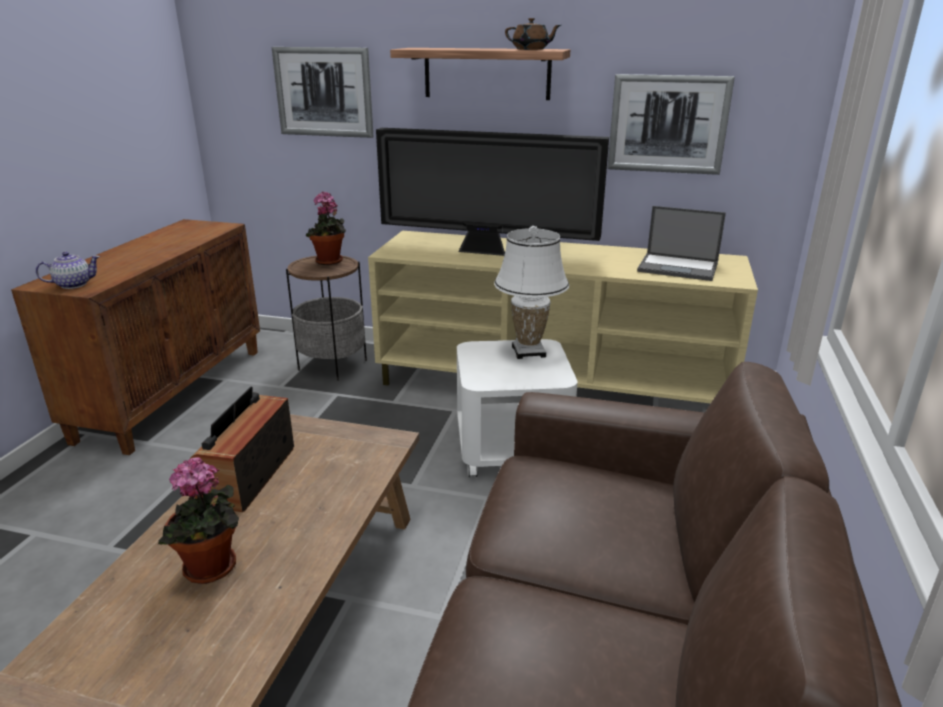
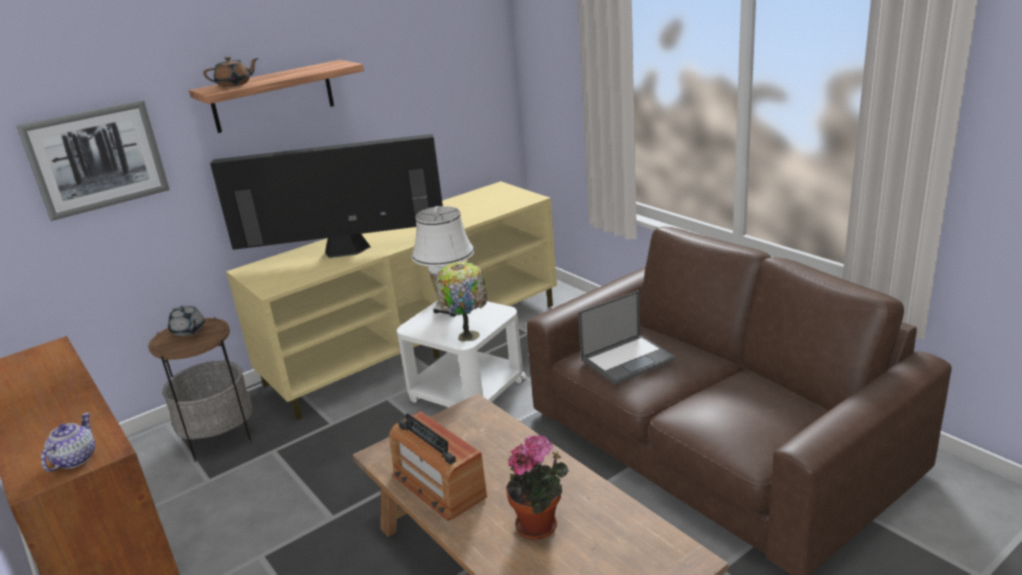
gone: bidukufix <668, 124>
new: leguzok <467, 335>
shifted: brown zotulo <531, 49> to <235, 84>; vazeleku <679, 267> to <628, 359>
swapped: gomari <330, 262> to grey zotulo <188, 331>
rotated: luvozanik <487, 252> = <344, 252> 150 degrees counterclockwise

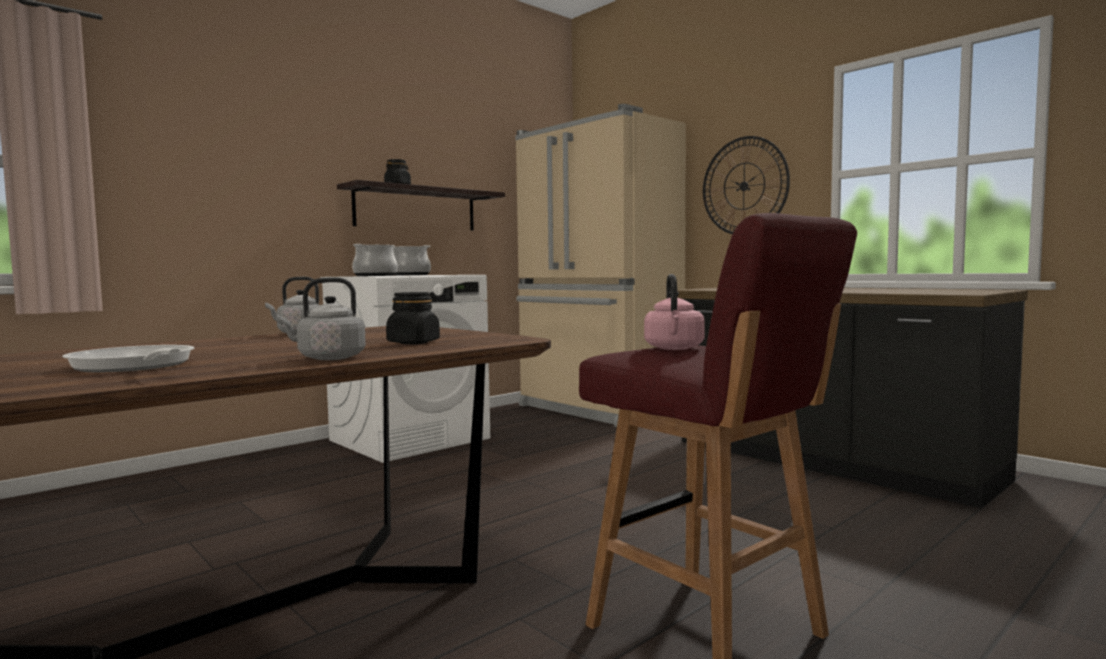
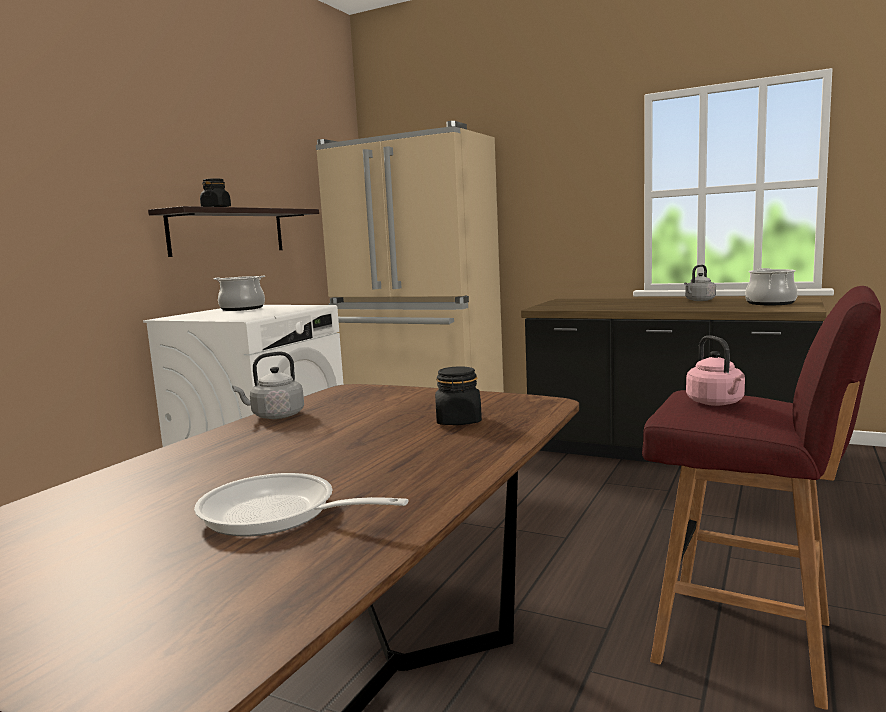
gone: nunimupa <744, 186>
shifted: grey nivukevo <327, 358> to <699, 300>; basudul <375, 275> to <770, 303>

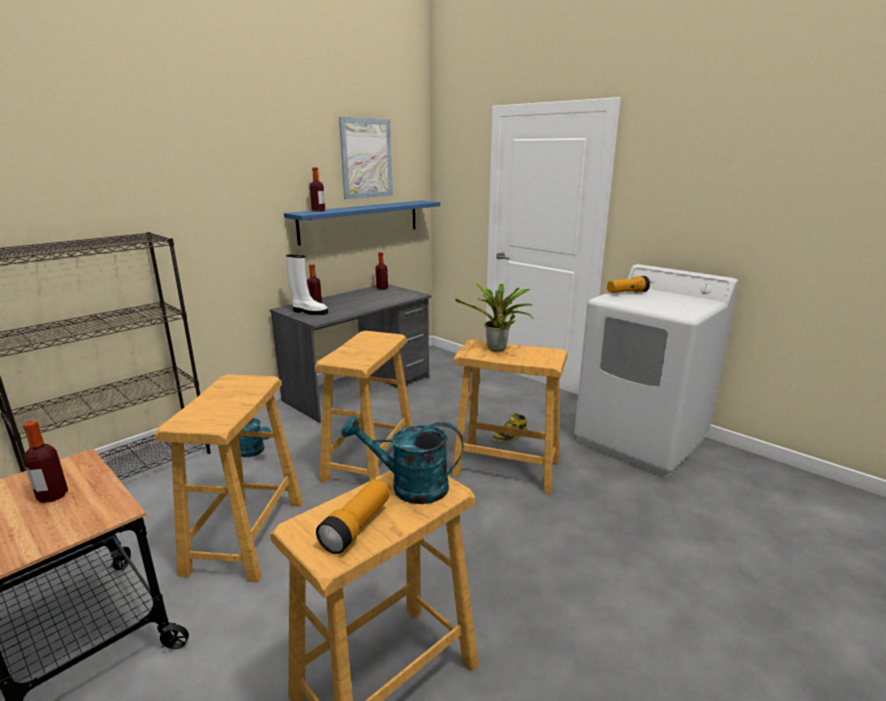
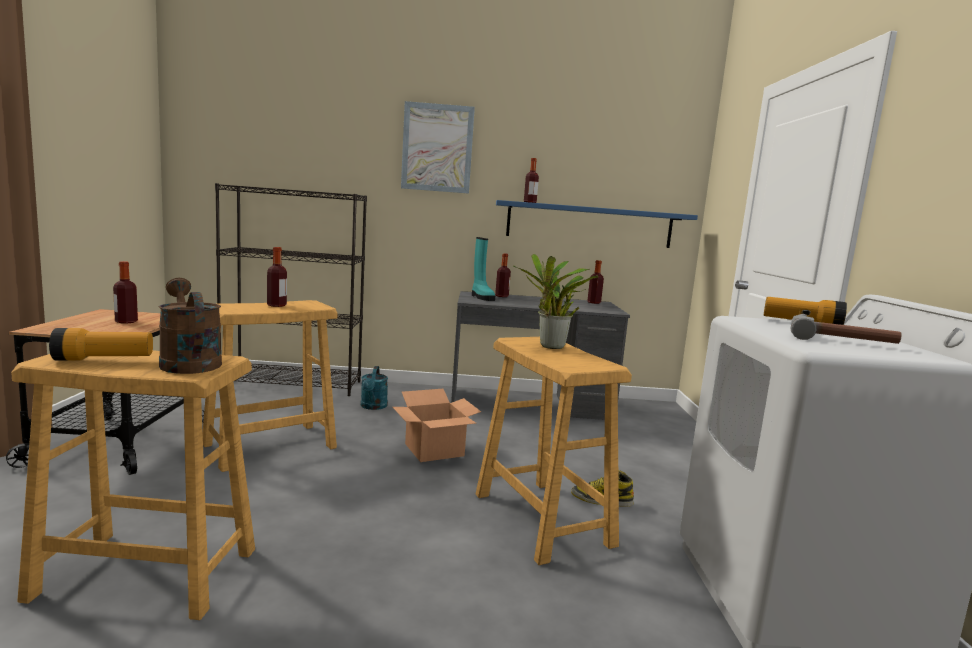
new: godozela <277, 305>; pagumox <839, 339>
shifted: bidukufix <366, 158> to <437, 148>
swapped: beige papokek <370, 460> to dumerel <435, 450>
repainted: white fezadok <309, 312> to turquoise fezadok <481, 297>; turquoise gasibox <409, 487> to brown gasibox <188, 362>

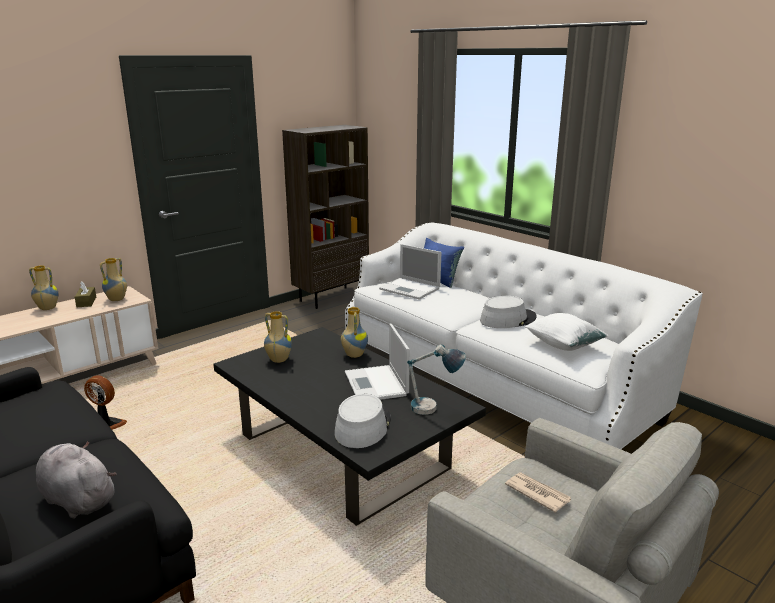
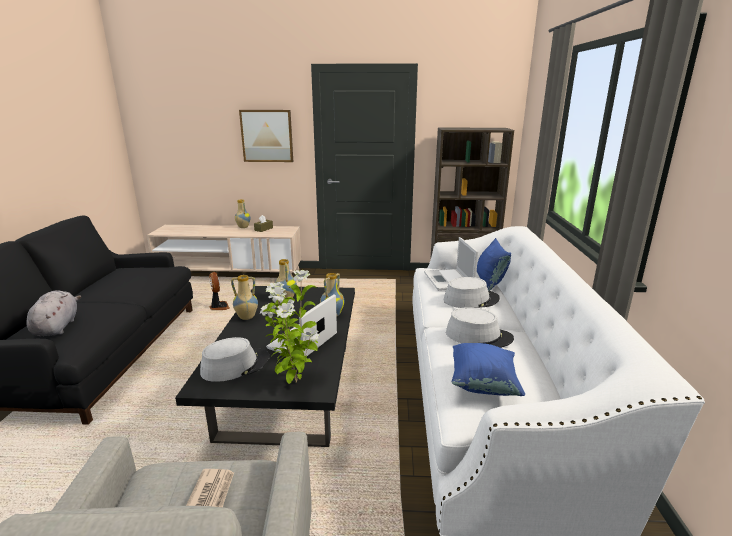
new: bidukufix <267, 136>; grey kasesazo <471, 300>
shifted: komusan <117, 299> to <246, 317>
swapped: leguzok <433, 411> to gomari <294, 382>
repainted: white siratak <563, 345> to blue siratak <483, 384>

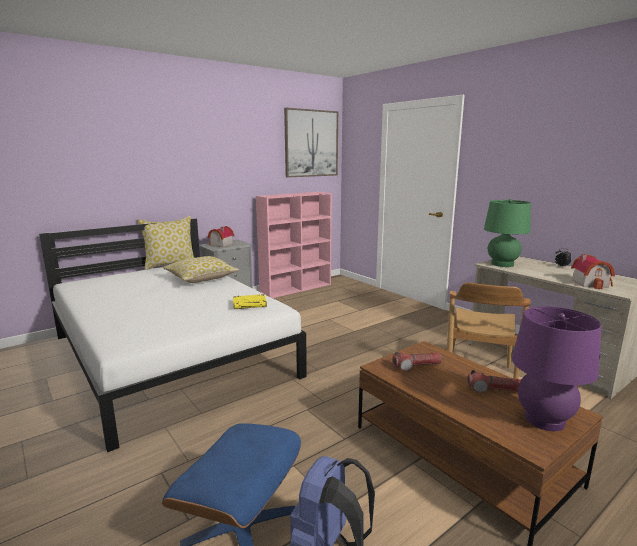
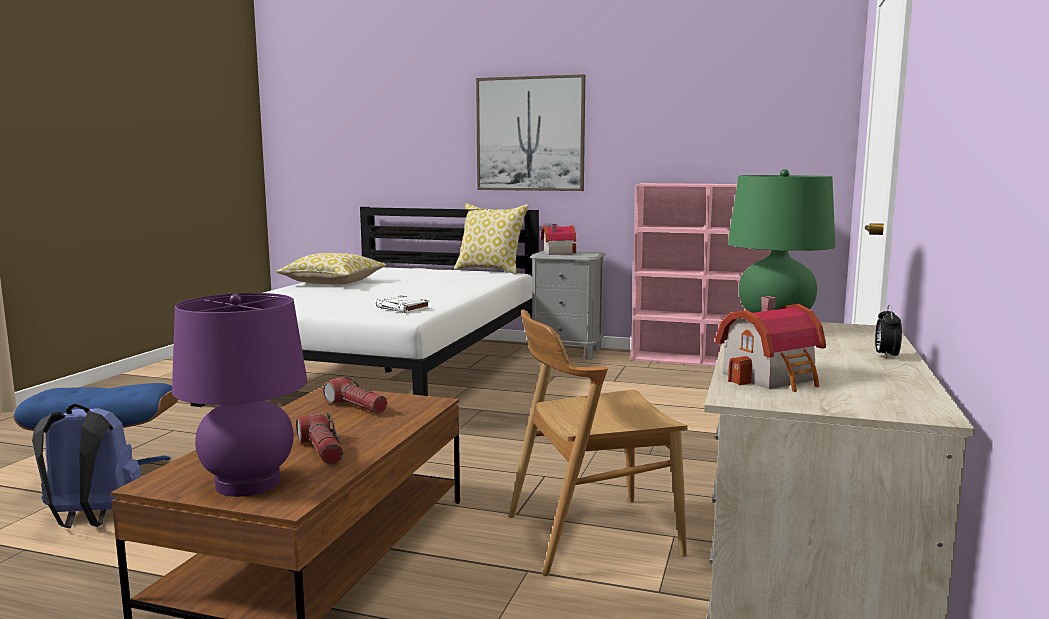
shifted: siratak <201, 278> to <333, 282>; bidukufix <311, 143> to <530, 134>
repainted: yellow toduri <250, 304> to white toduri <403, 308>

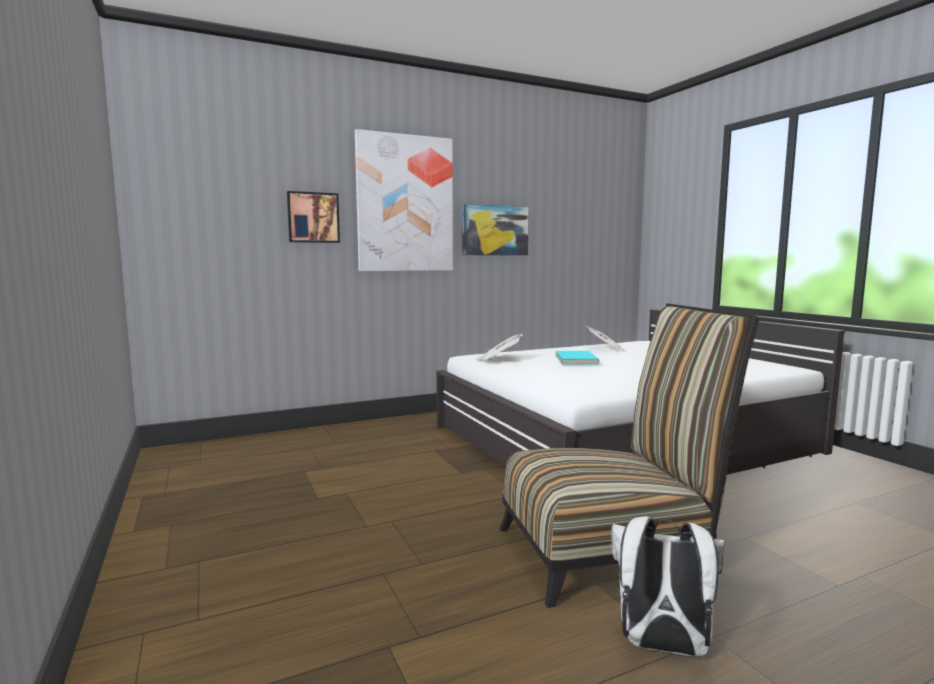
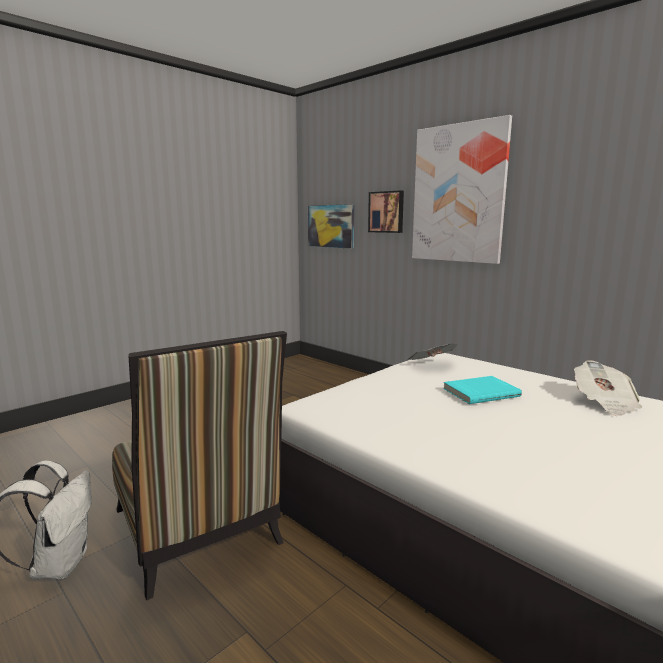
shifted: bidukufix <494, 230> to <331, 226>

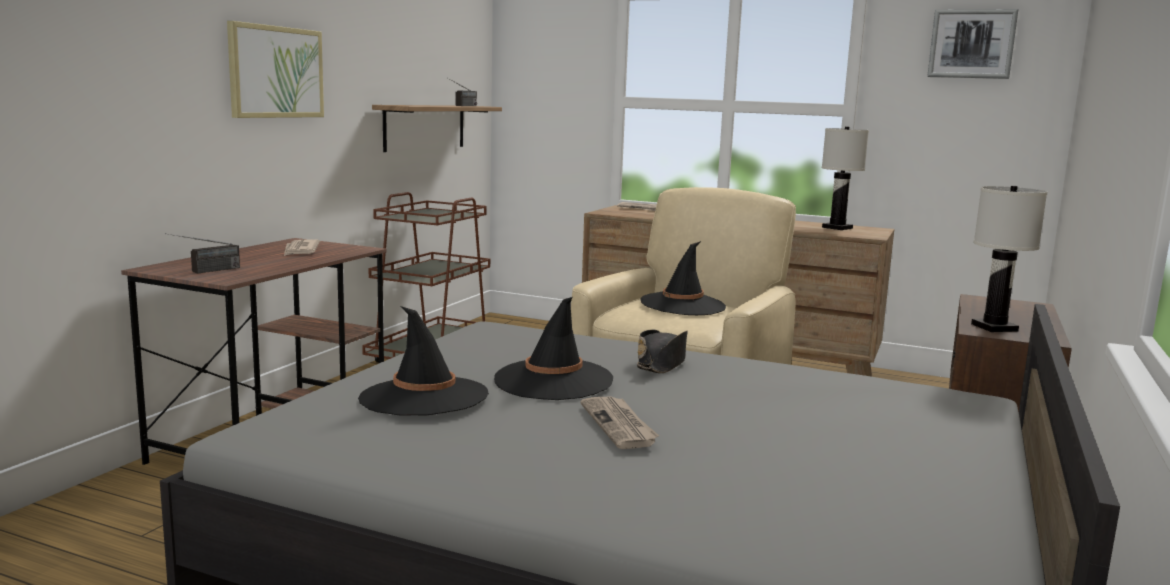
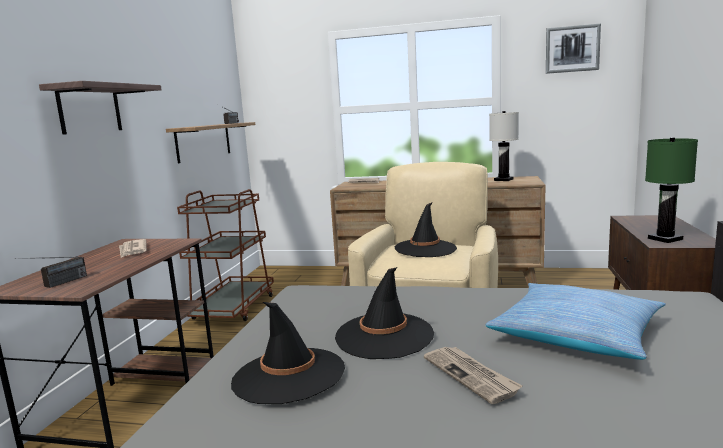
gone: black kasesazo <662, 363>
new: siratak <577, 333>
swapped: bidukufix <276, 72> to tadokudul <90, 109>
repainted: white leguzok <994, 328> to green leguzok <665, 239>

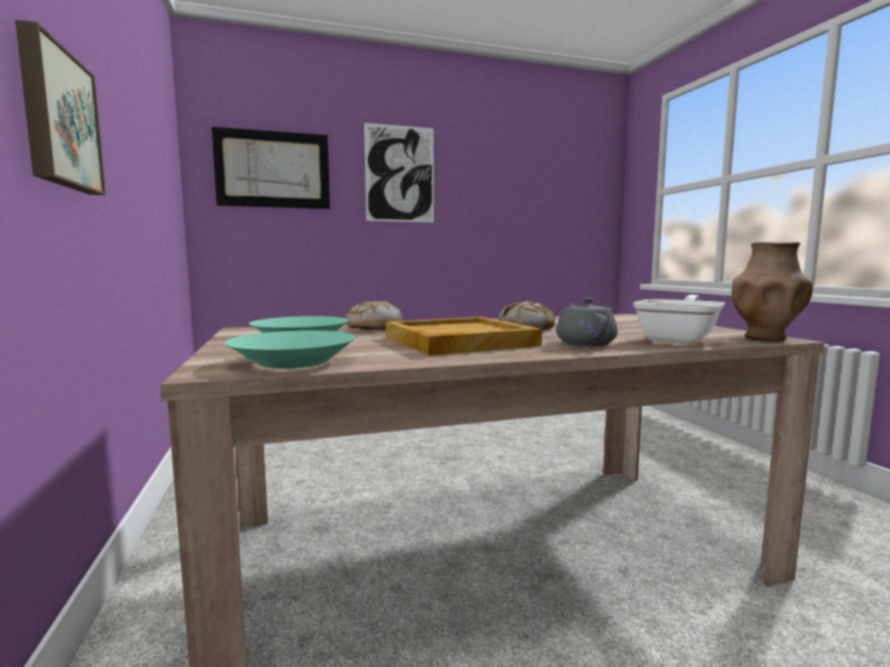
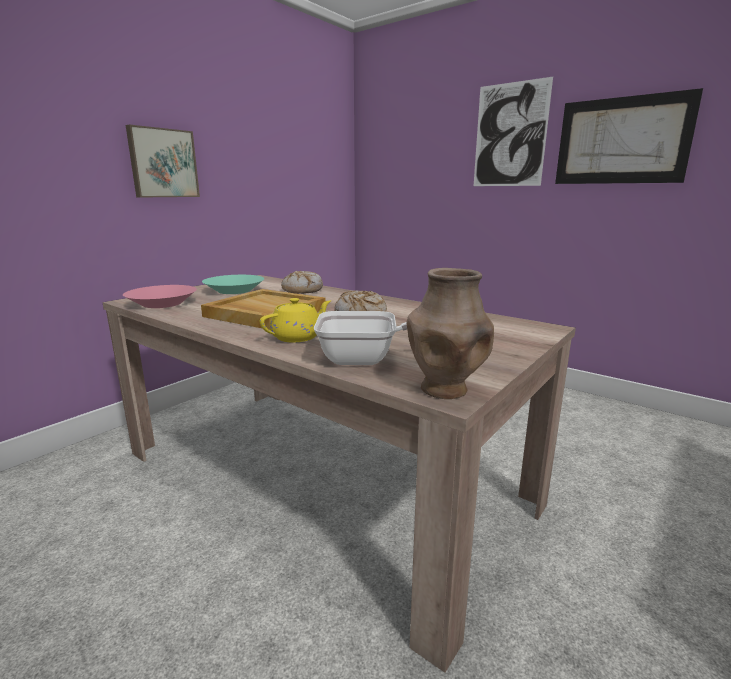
shifted: bidukufix <273, 169> to <621, 141>
repainted: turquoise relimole <293, 361> to pink relimole <162, 303>; grey zotulo <585, 343> to yellow zotulo <298, 337>

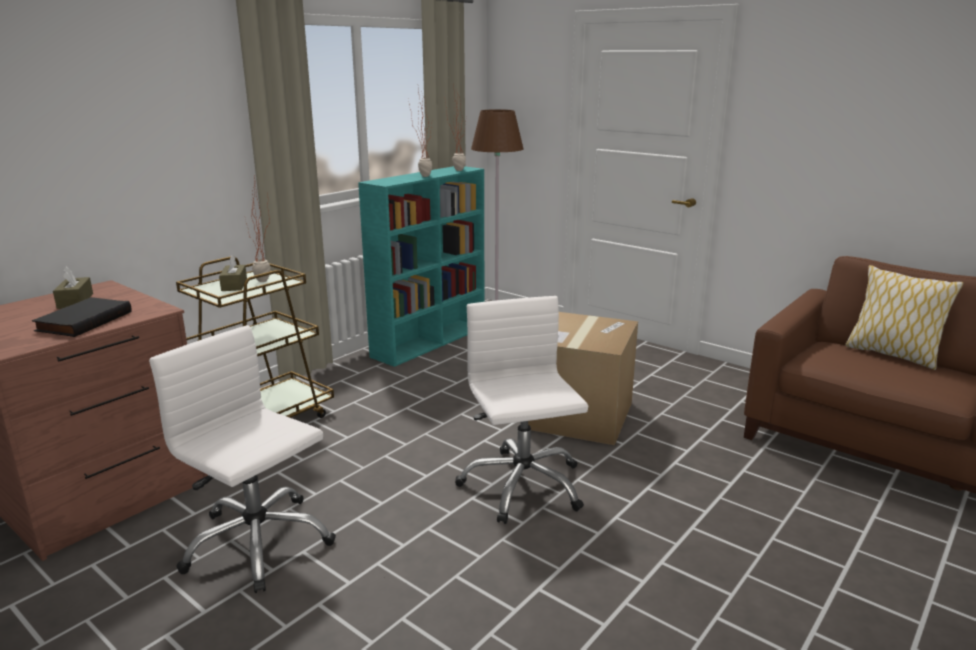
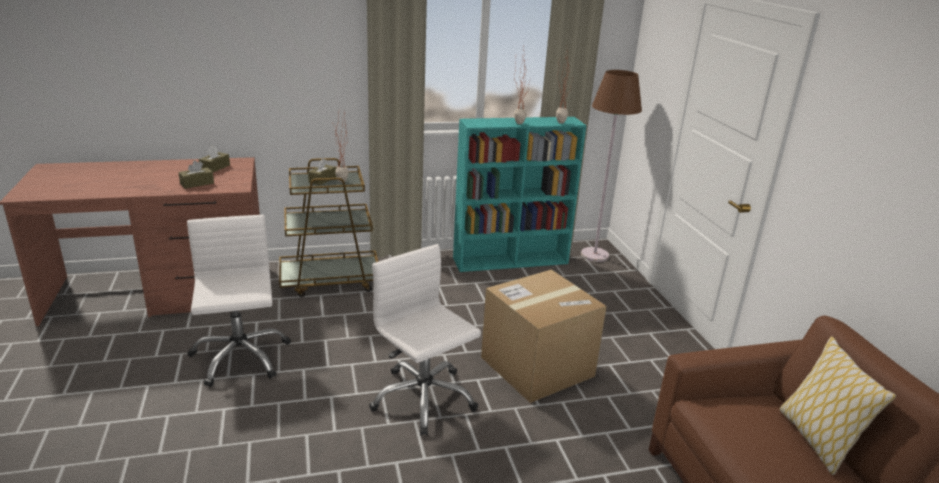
swapped: black toduri <83, 321> to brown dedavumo <197, 183>
rotated: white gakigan <522, 485> = <423, 398> 60 degrees counterclockwise

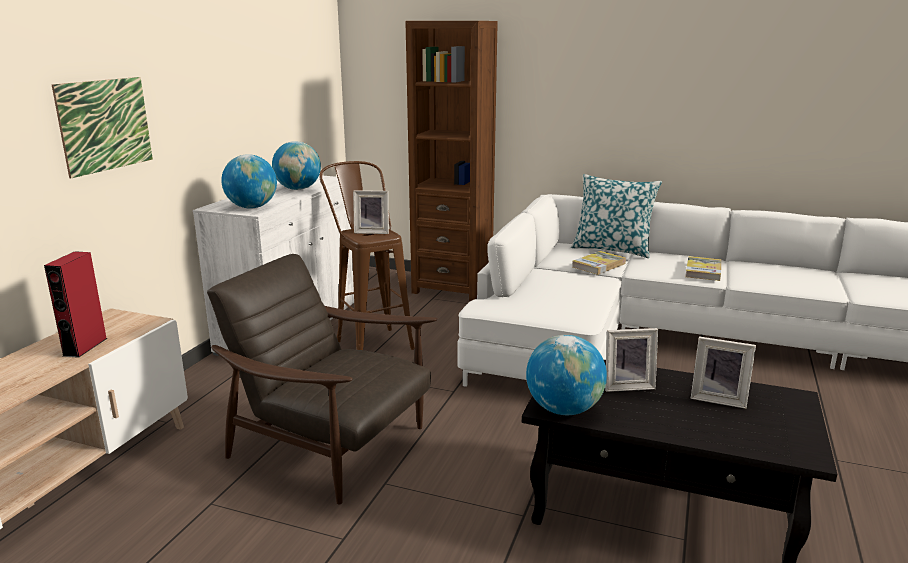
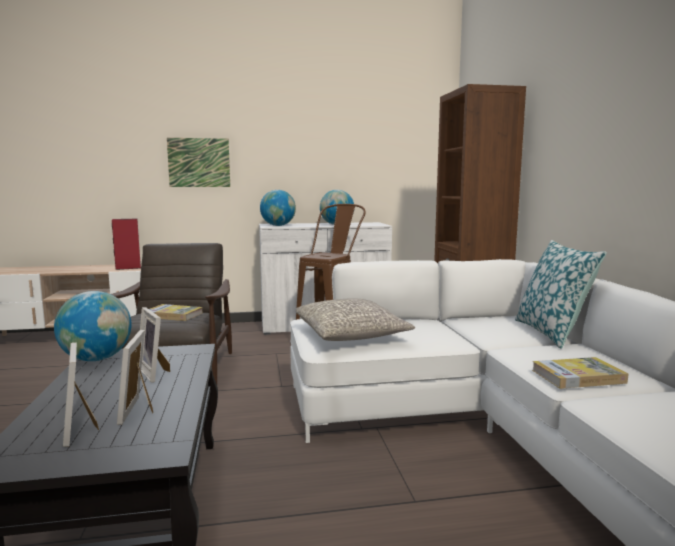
new: grey siratak <351, 334>
shifted: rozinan <372, 232> to <81, 428>; toduri <598, 265> to <173, 315>

